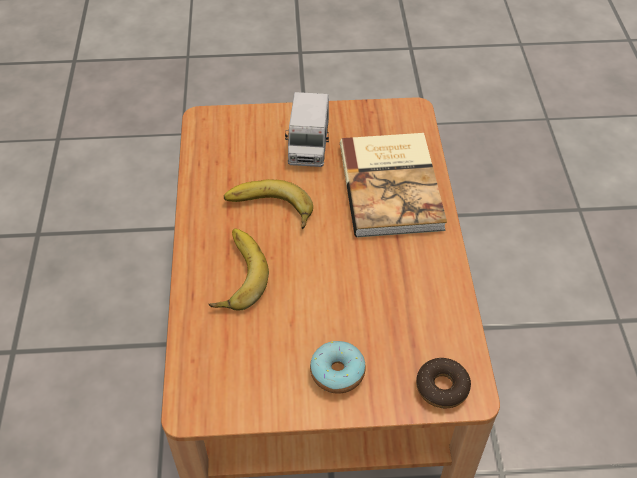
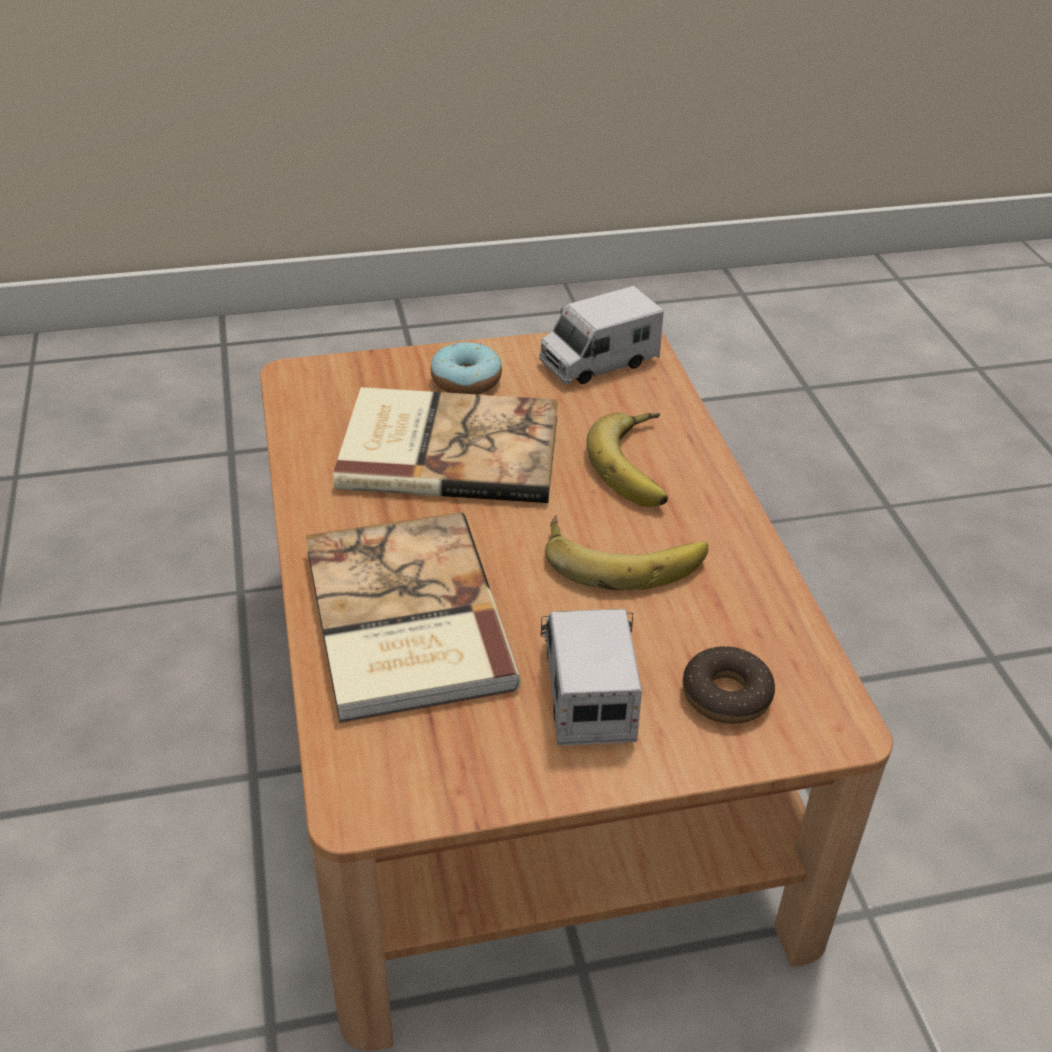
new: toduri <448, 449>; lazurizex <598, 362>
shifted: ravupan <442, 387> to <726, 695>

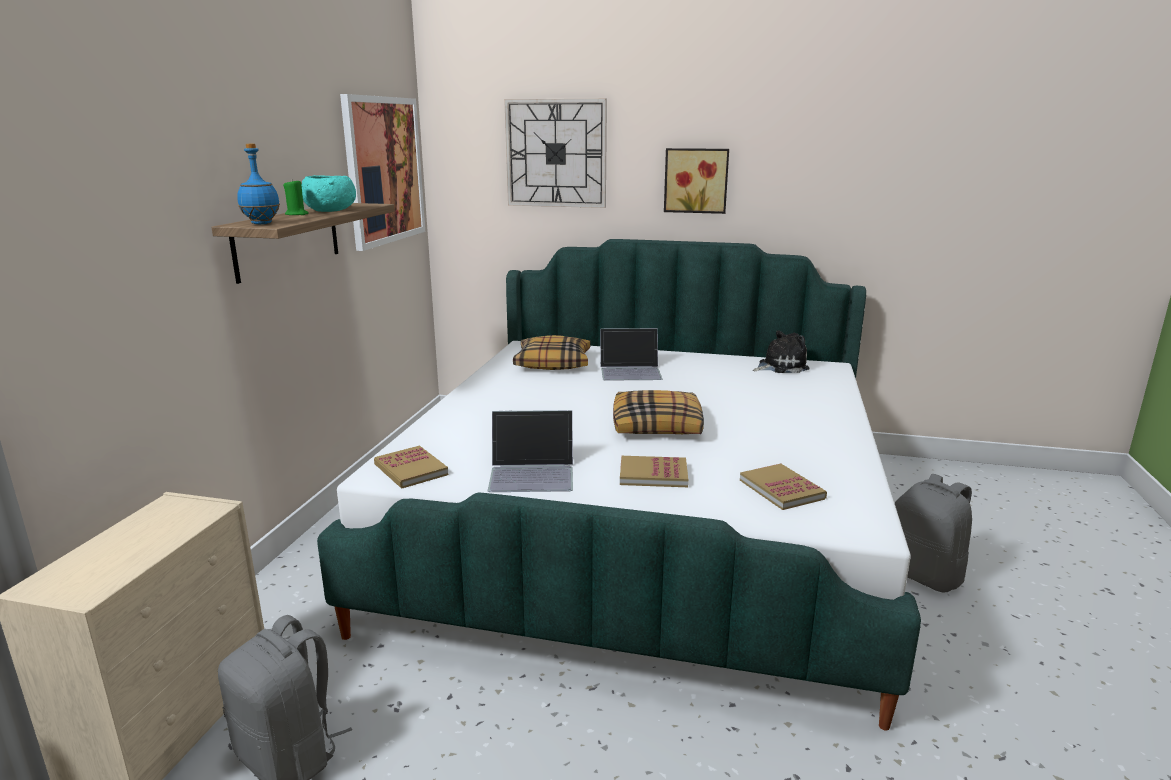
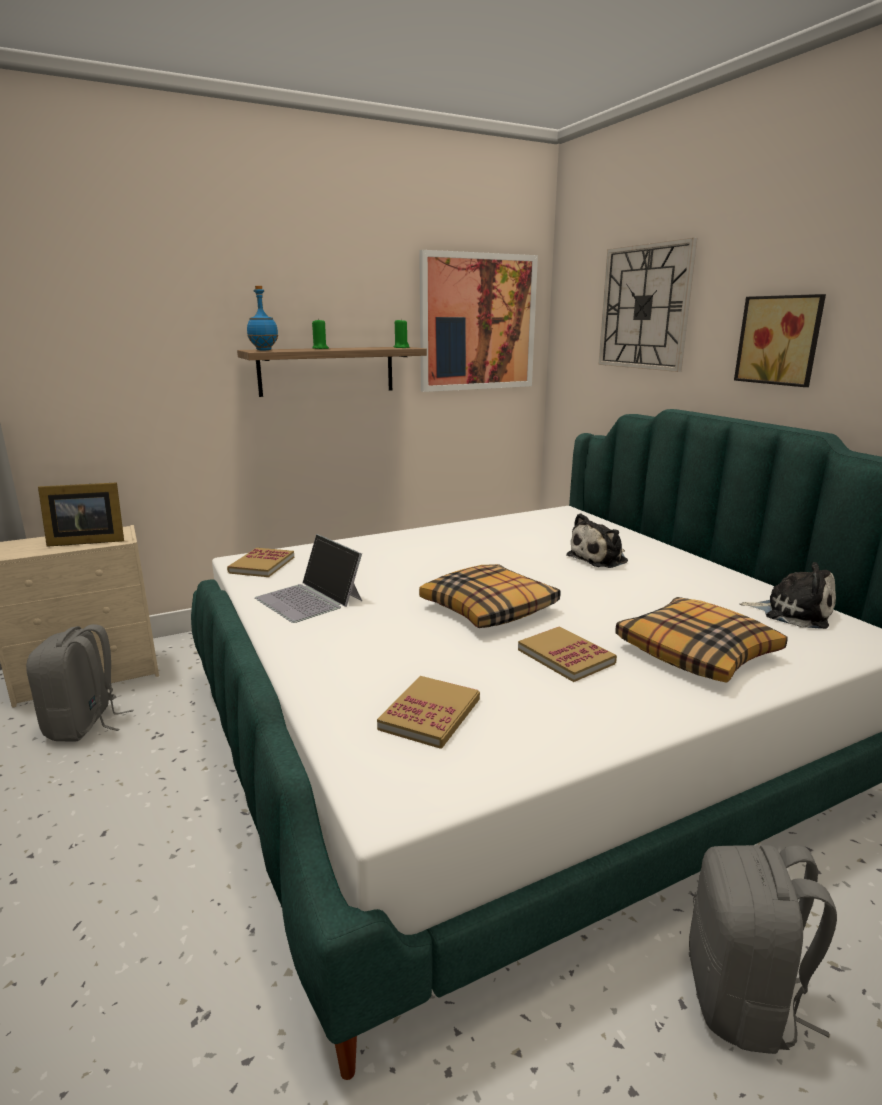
gone: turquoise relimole <330, 210>
new: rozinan <85, 541>; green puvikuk <401, 347>
shifted: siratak <553, 363> to <697, 652>; toduri <653, 474> to <565, 656>
swapped: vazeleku <630, 370> to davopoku <600, 558>

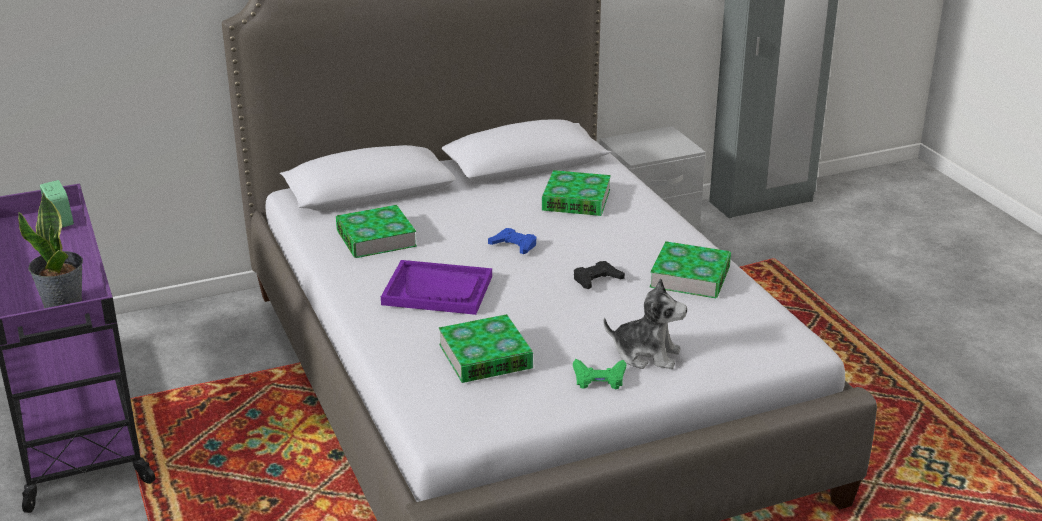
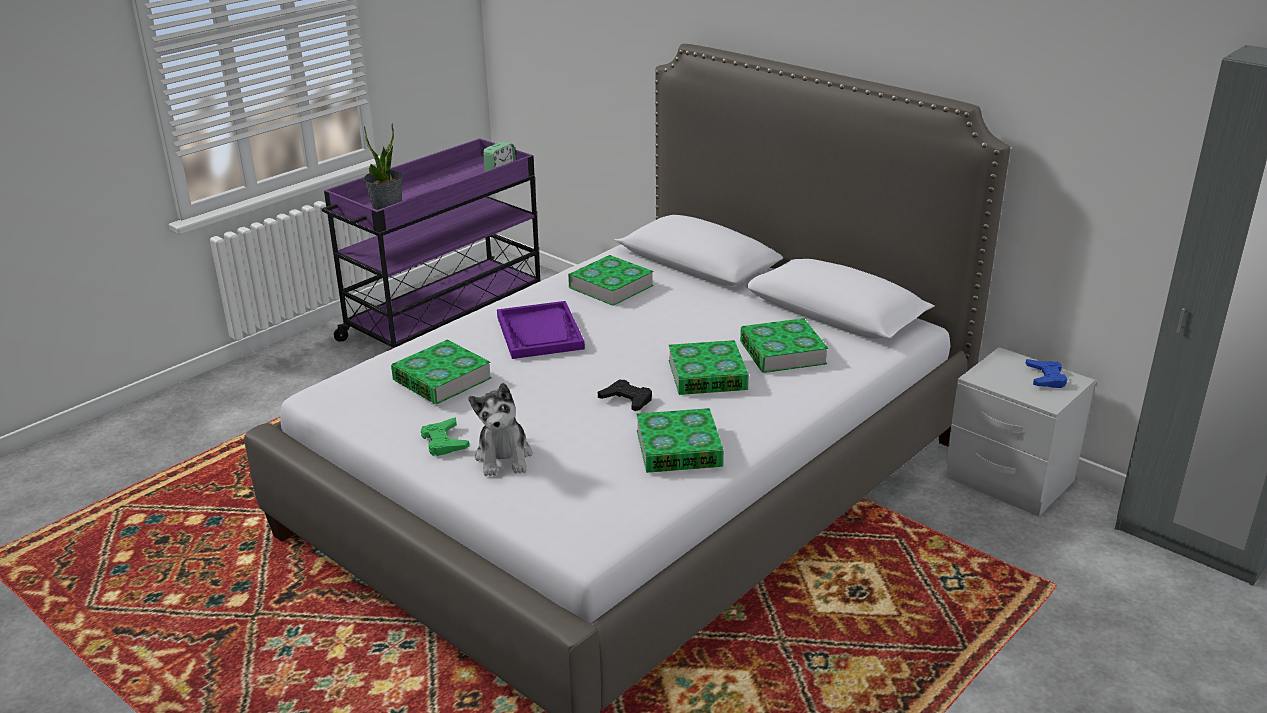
new: toduri <707, 375>
shifted: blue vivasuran <514, 245> to <1045, 378>

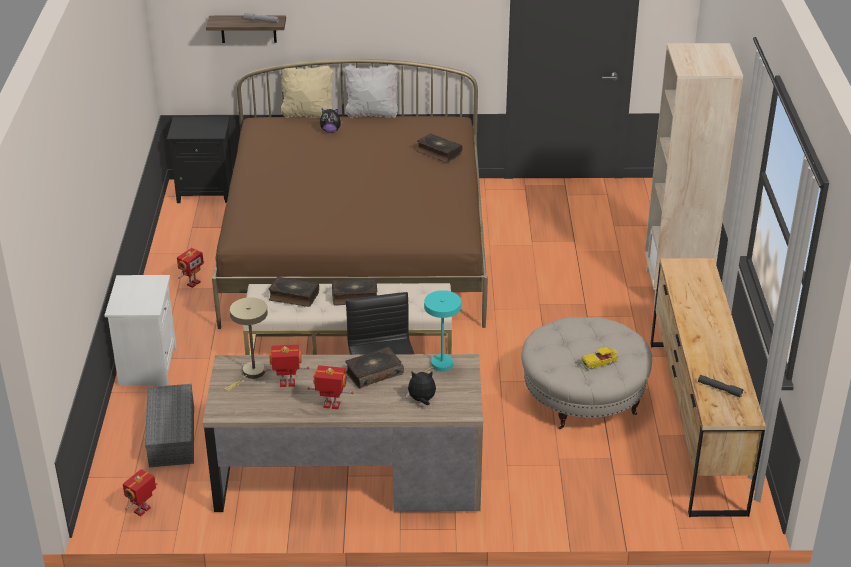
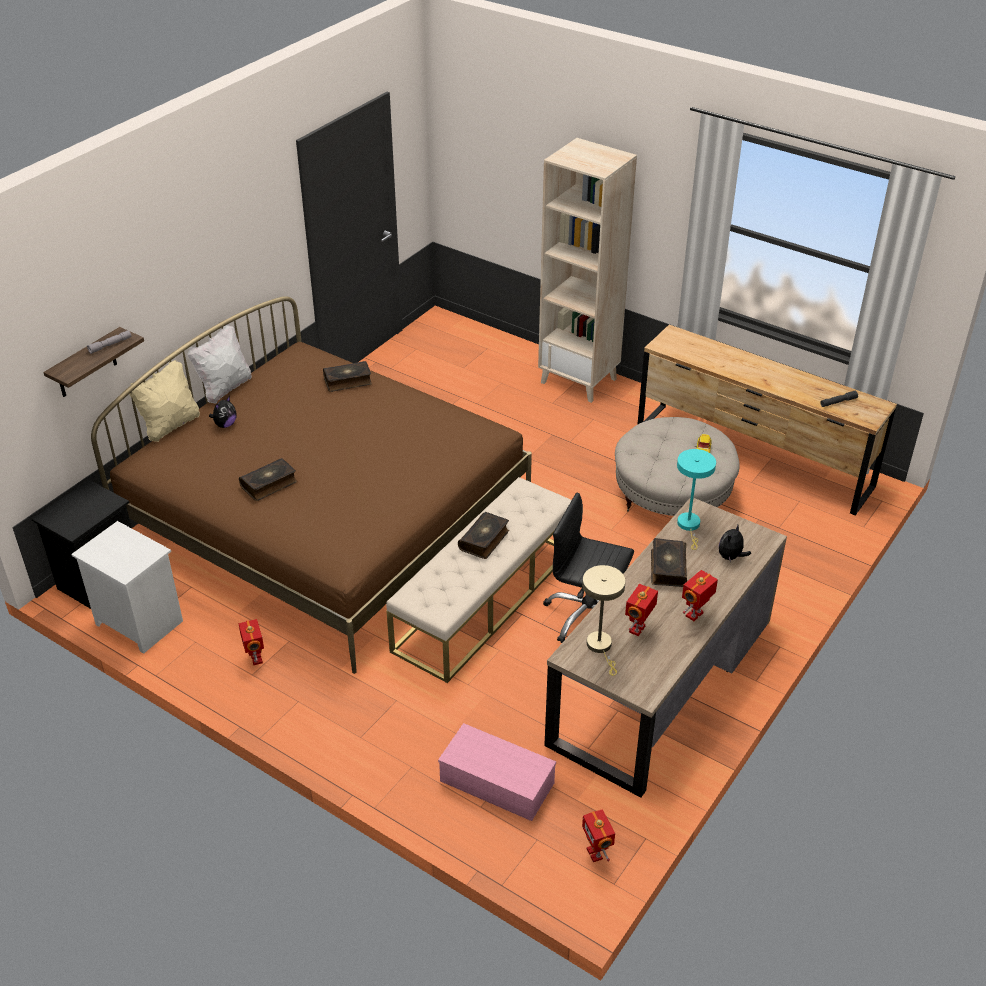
shifted: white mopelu <147, 365> to <137, 623>; toduri <294, 296> to <269, 484>
repainted: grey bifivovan <173, 436> to pink bifivovan <499, 782>

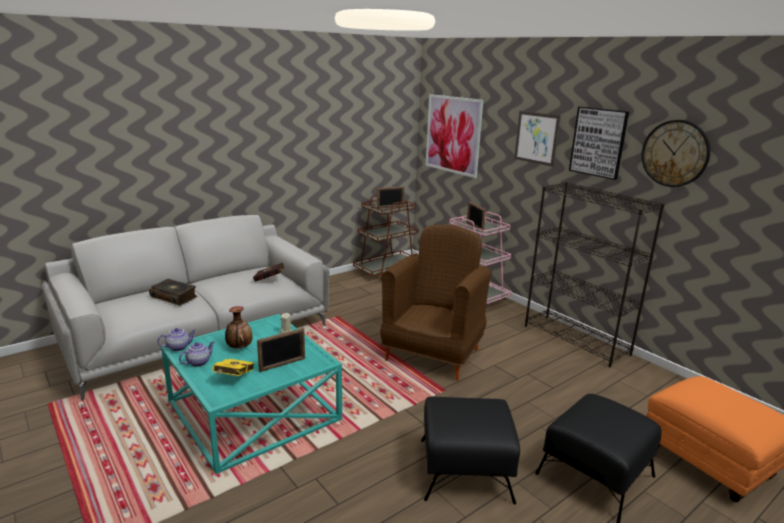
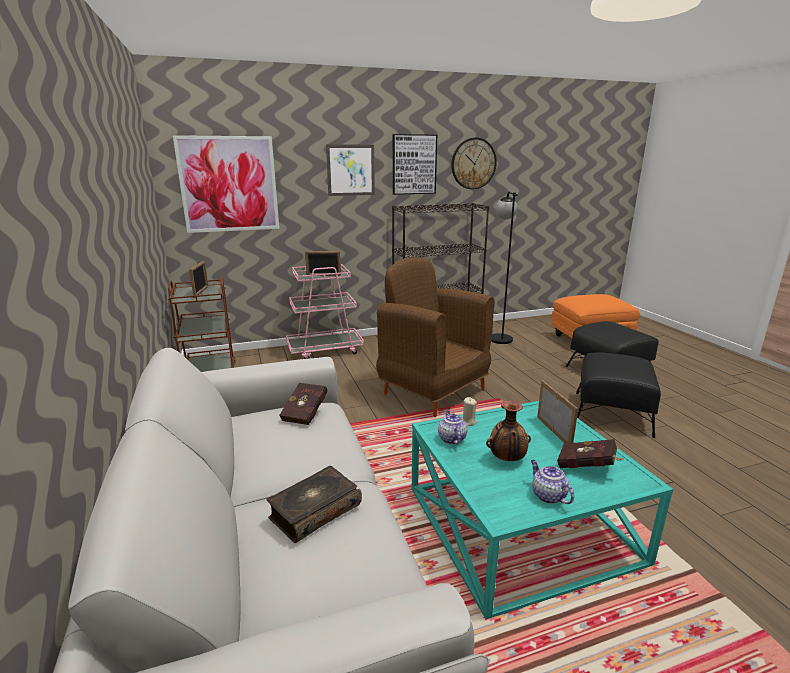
new: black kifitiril <498, 336>
shifted: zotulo <179, 347> to <451, 438>
repainted: yellow toduri <233, 377> to red toduri <587, 467>

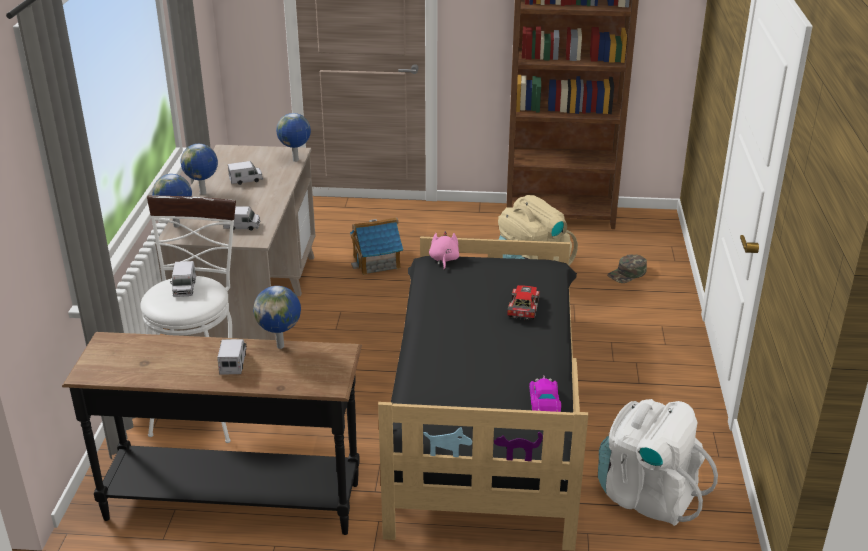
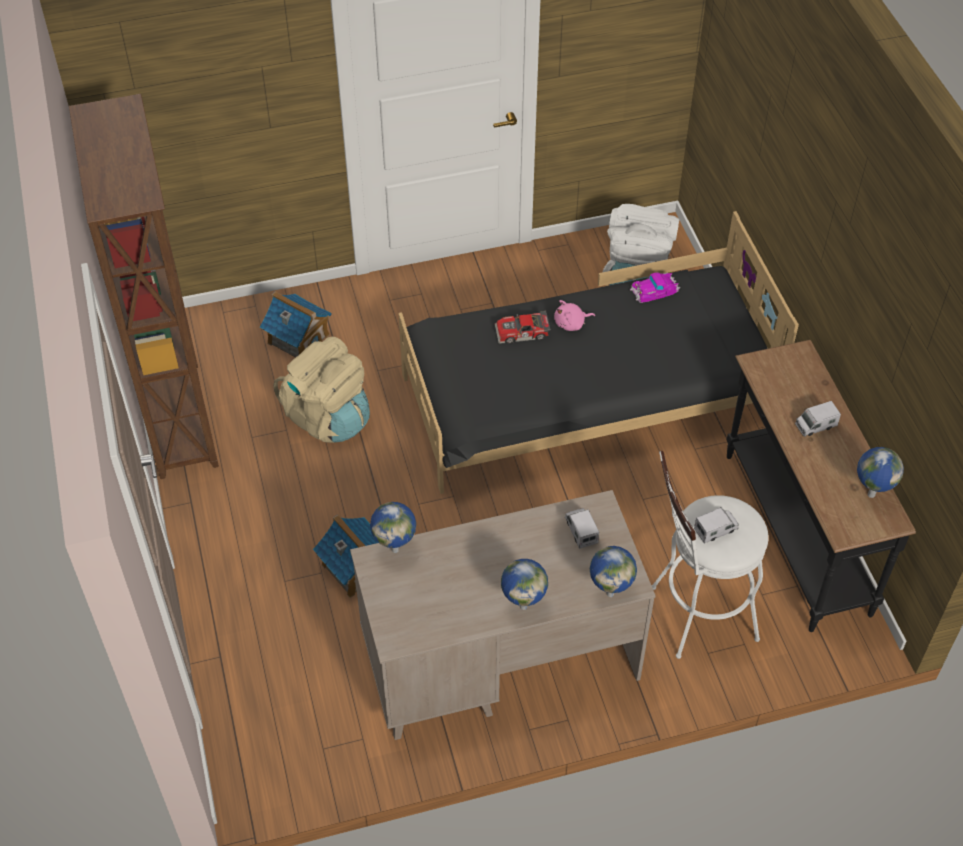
gone: lazurizex <246, 180>
shifted: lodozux <281, 346> to <870, 494>; pink davopoku <444, 260> to <571, 324>
swapped: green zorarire <627, 274> to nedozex <298, 339>

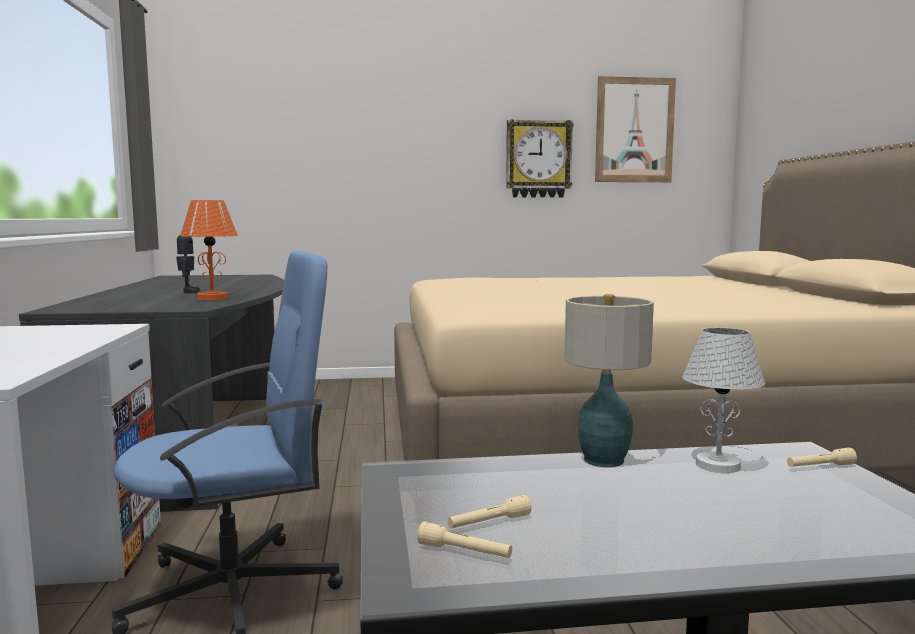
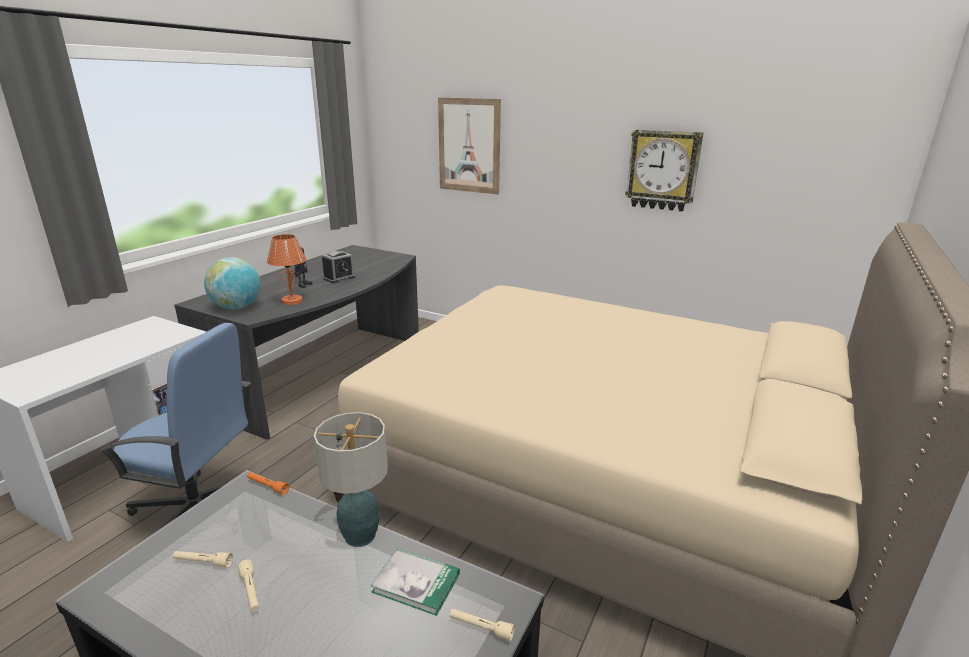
new: lodozux <237, 307>; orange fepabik <267, 486>; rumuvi <339, 278>
shifted: beige fepabik <464, 552> to <251, 591>; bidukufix <634, 130> to <469, 146>
swapped: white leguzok <718, 465> to toduri <416, 583>

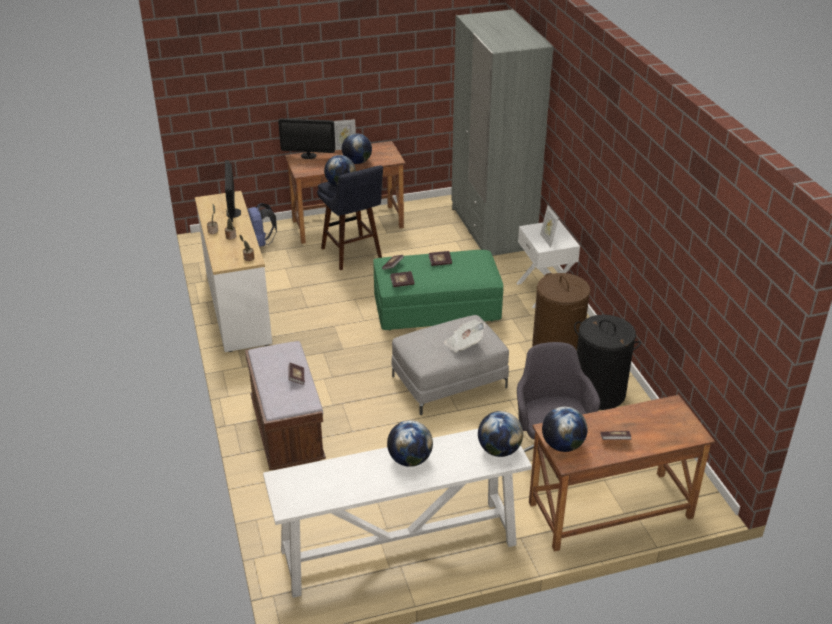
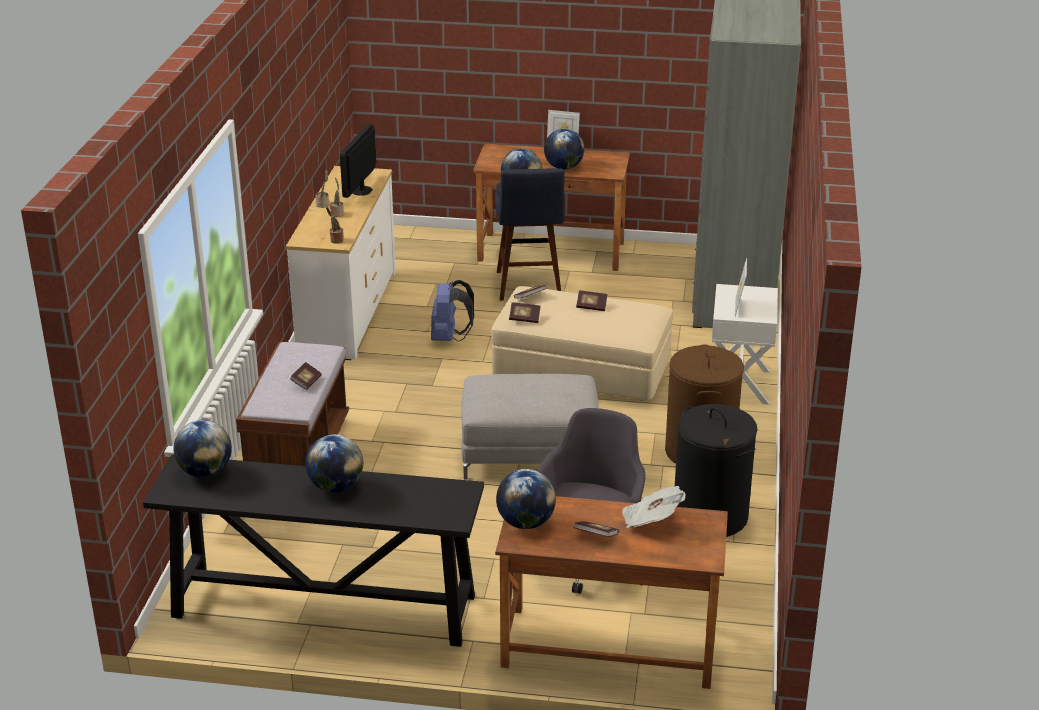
gone: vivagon <308, 156>
shifted: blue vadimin <260, 244> to <449, 338>; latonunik <464, 344> to <651, 520>; lodozux <499, 450> to <205, 472>
repainted: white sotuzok <397, 548> to black sotuzok <322, 606>; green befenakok <436, 309> to beige befenakok <581, 371>

